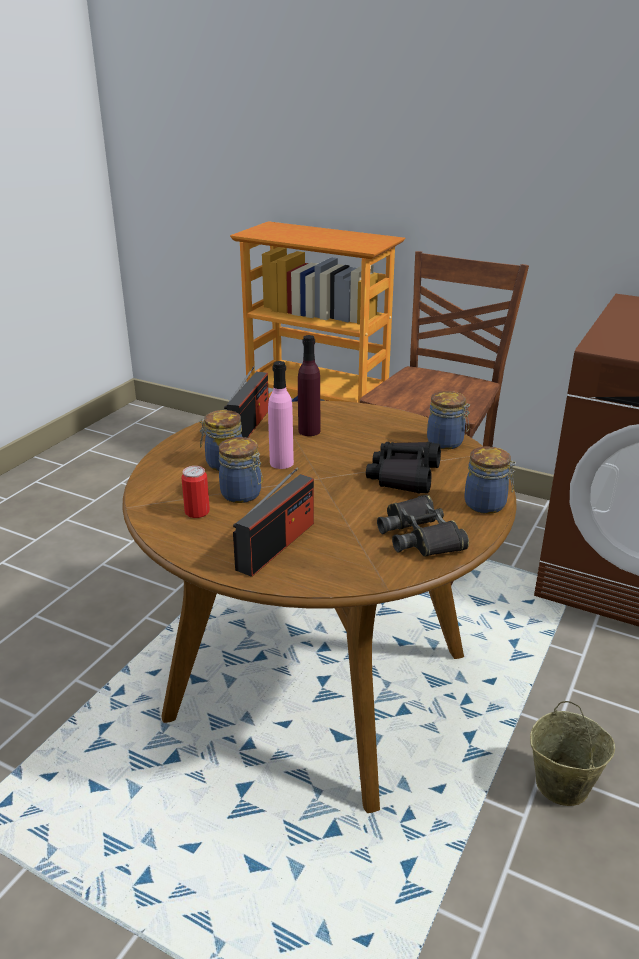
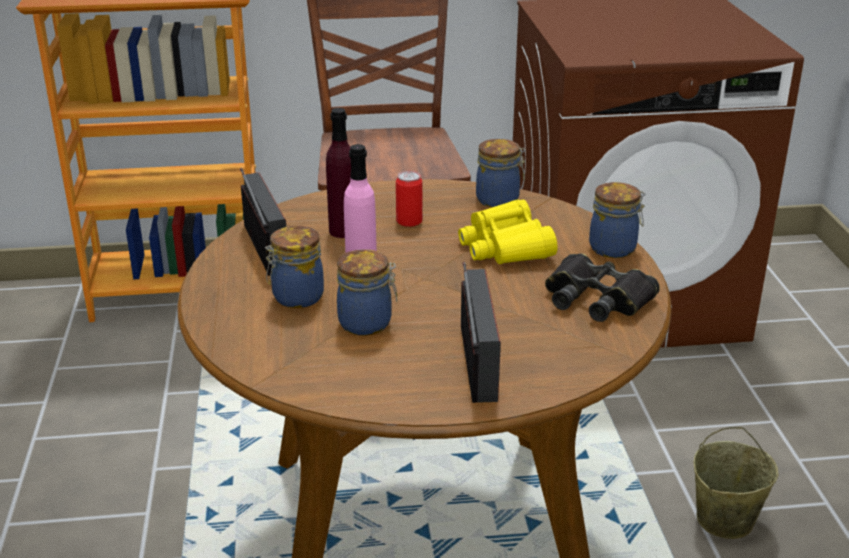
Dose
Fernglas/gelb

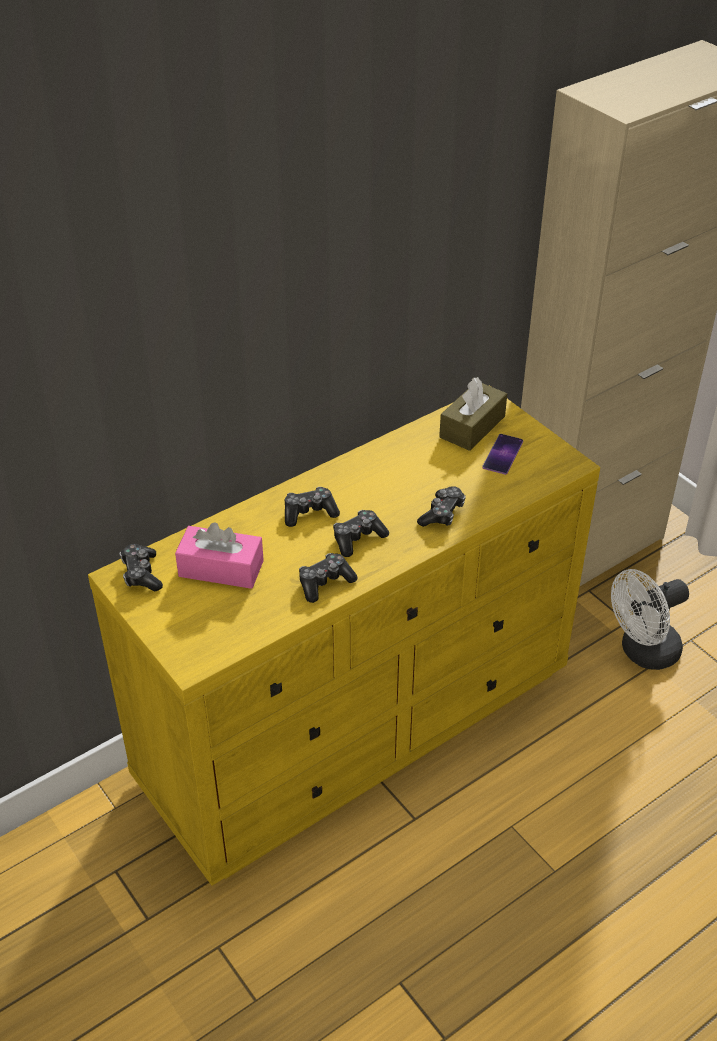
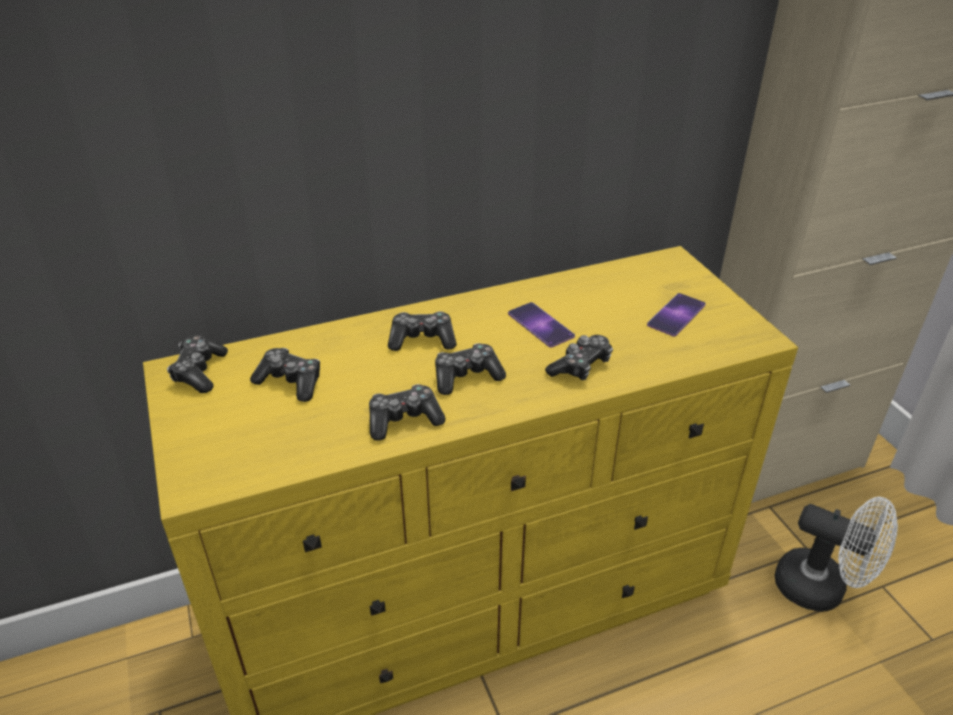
Gamepad (no. 2 from left)
Taschentuchbox/braun
Ventilator/weiß
Handy (no. 1 from left)

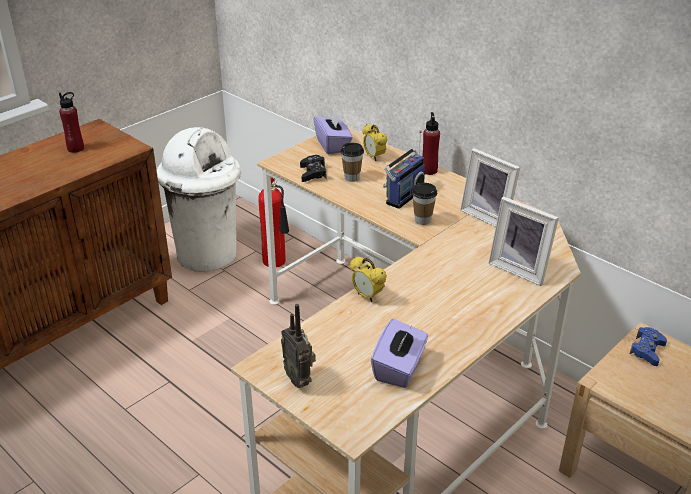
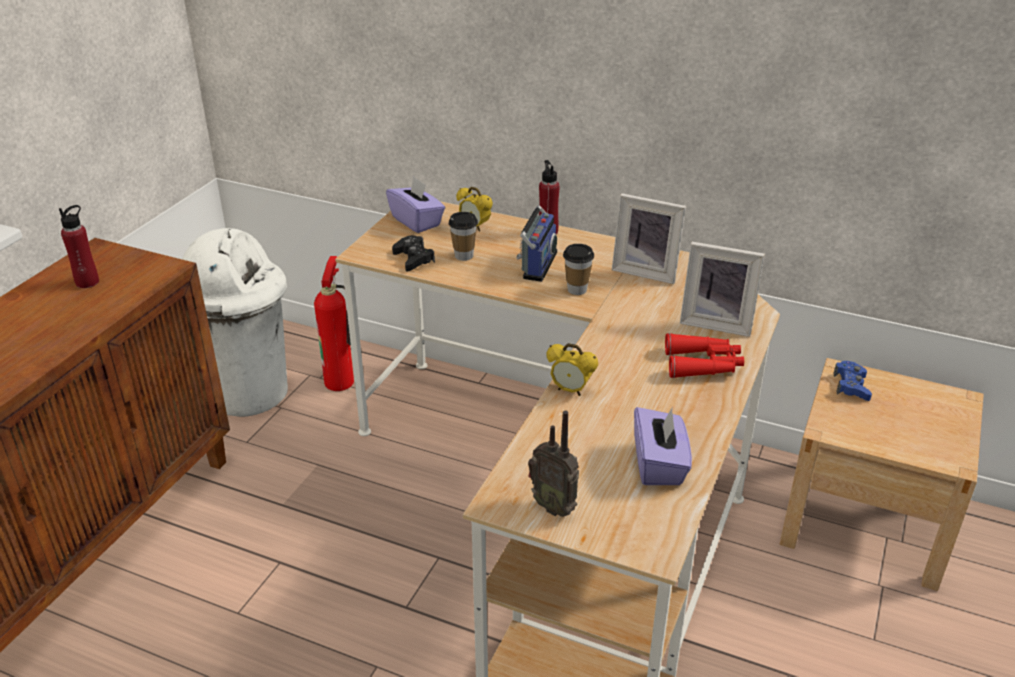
Fernglas/rot

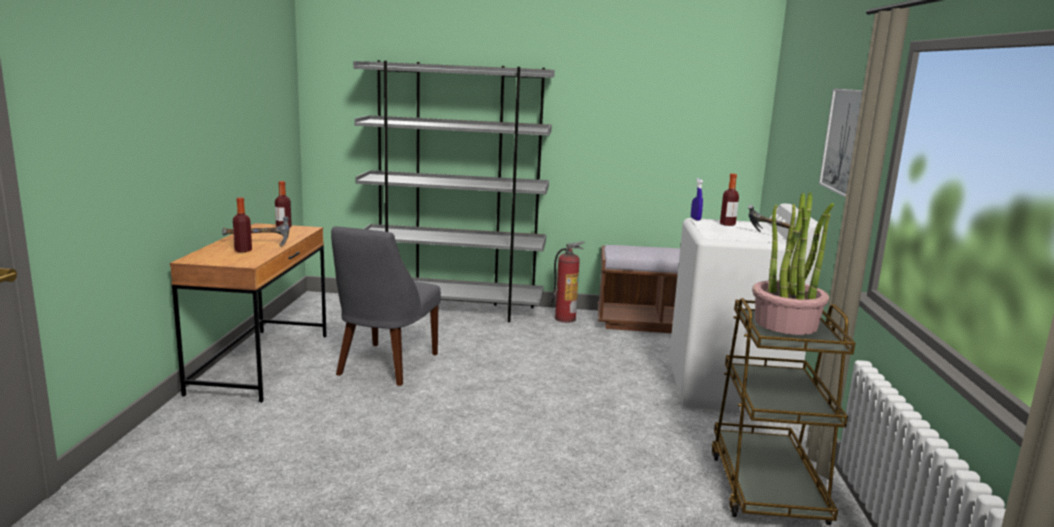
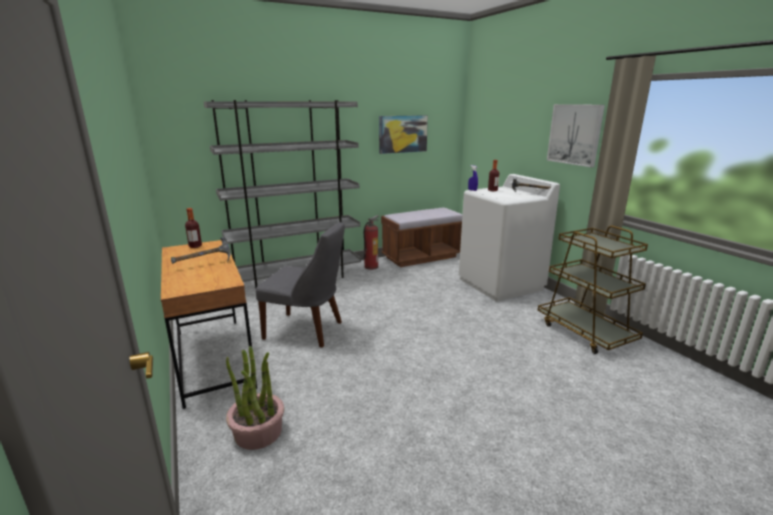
Flasche (no. 1 from left in the first image)
Stuhl/grau
Topfpflanze
Bild (no. 1 from left)

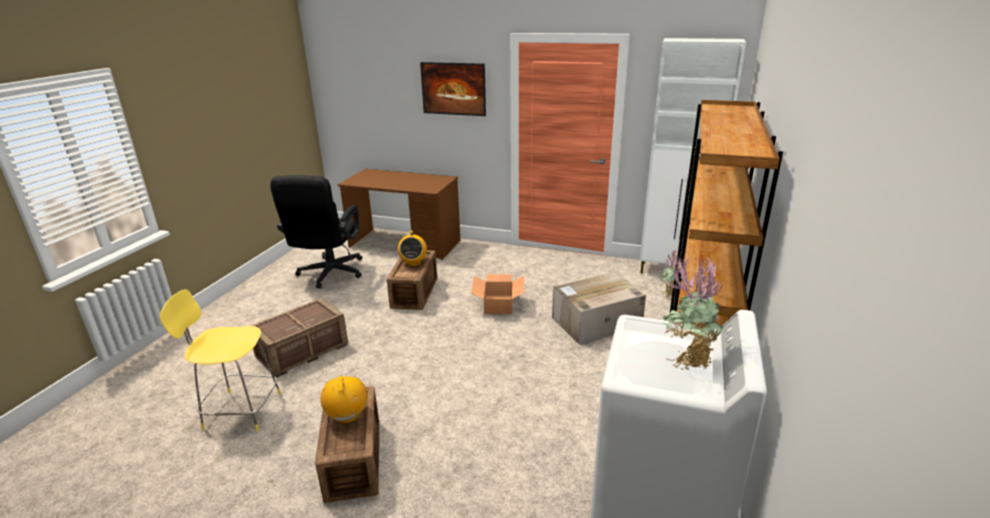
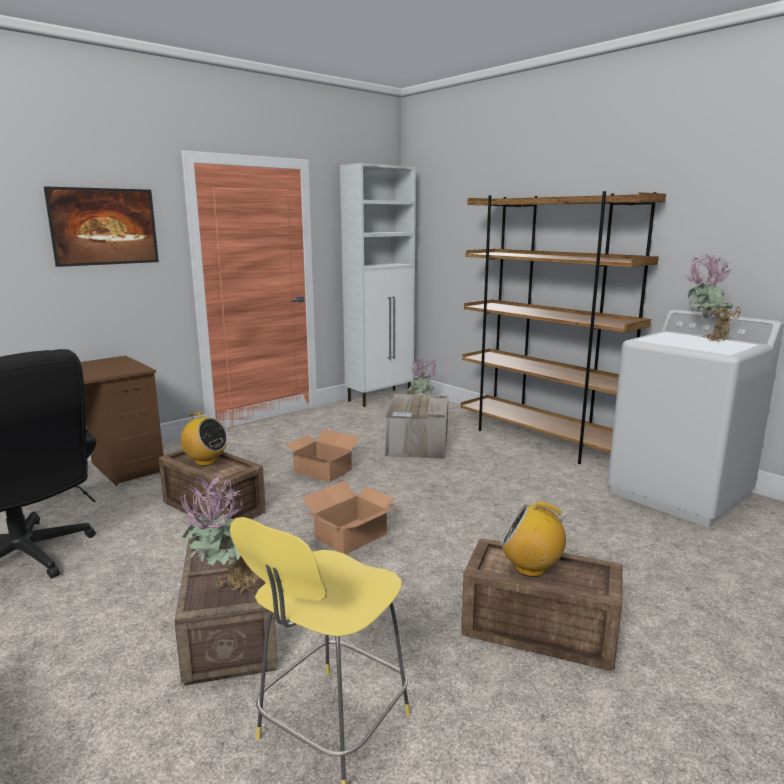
Topfpflanze (no. 1 from left)
Karton (no. 2 from left)

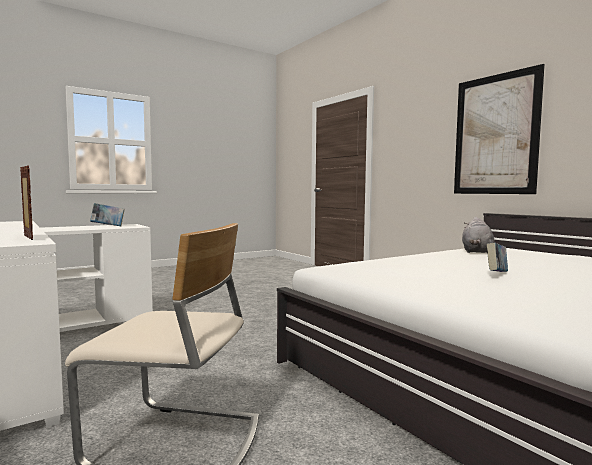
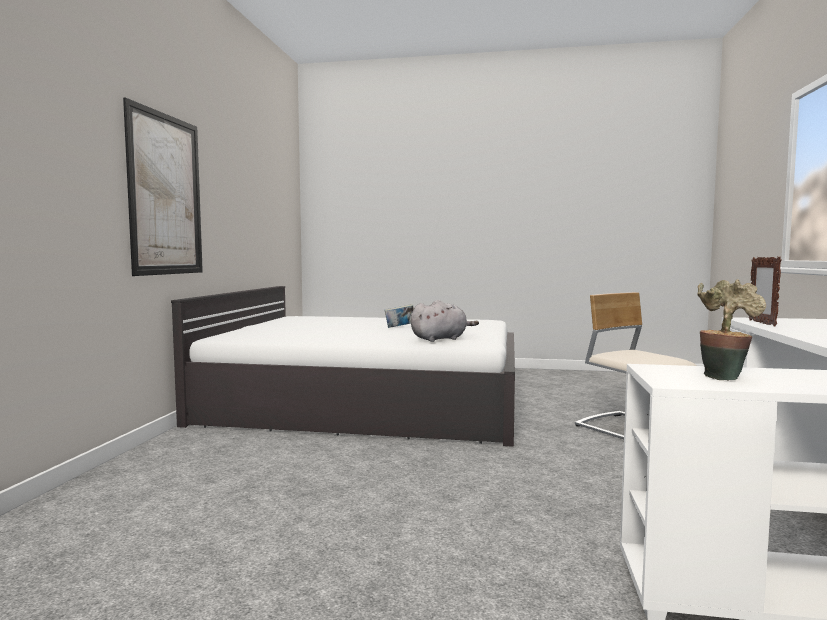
Topfpflanze
Plüschtier/grau

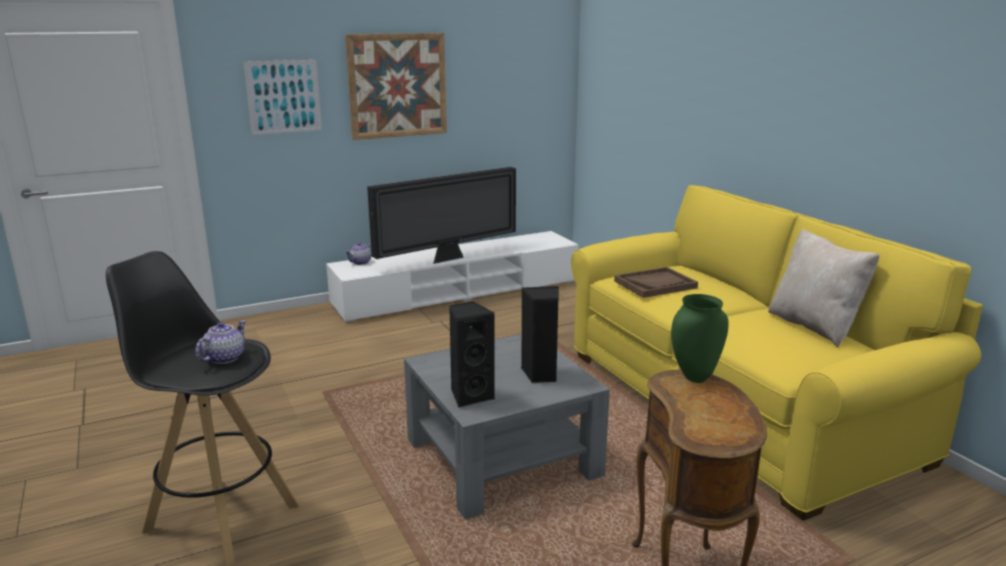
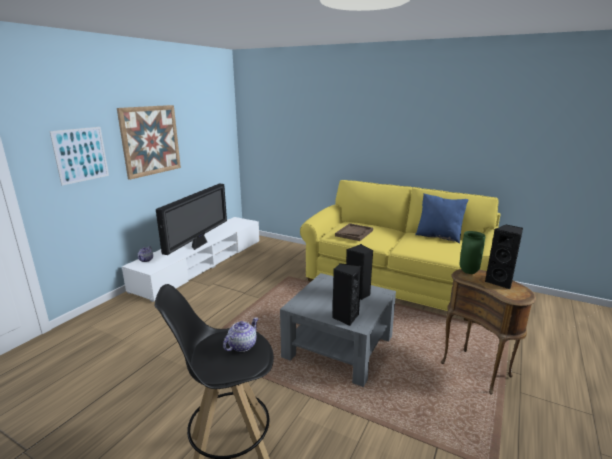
Teekanne (no. 2 from left)
Kissen/blau
Lautsprecher/schwarz (no. 3 from left)

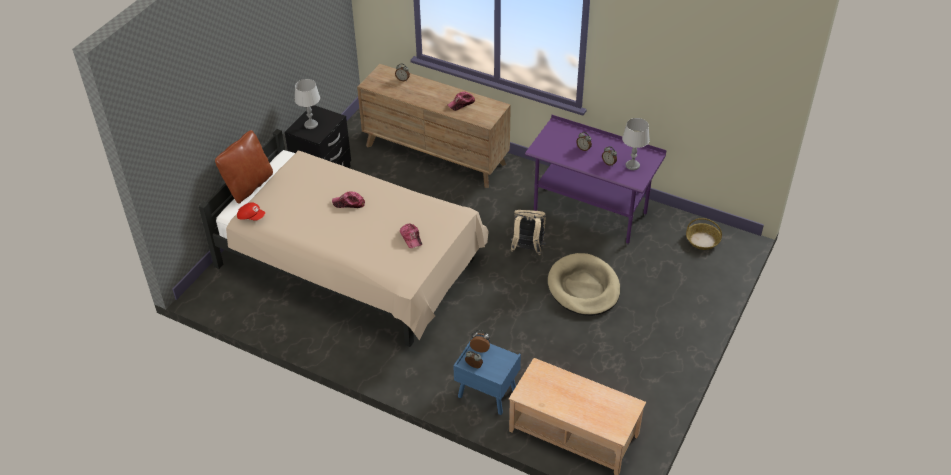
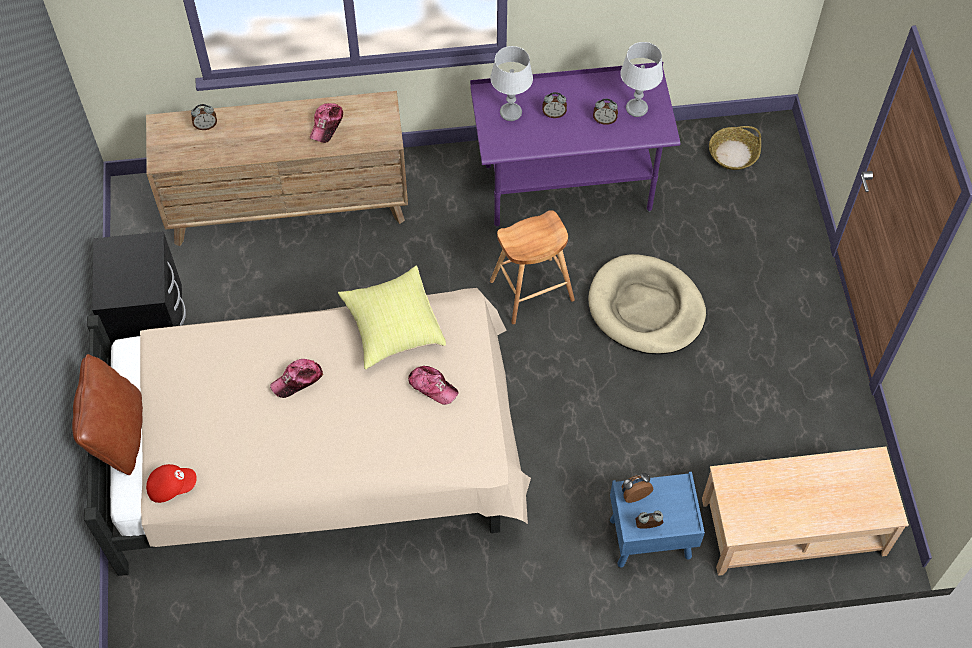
Tischlampe/grau (no. 1 from left)
Hocker/braun
Kissen/gelb

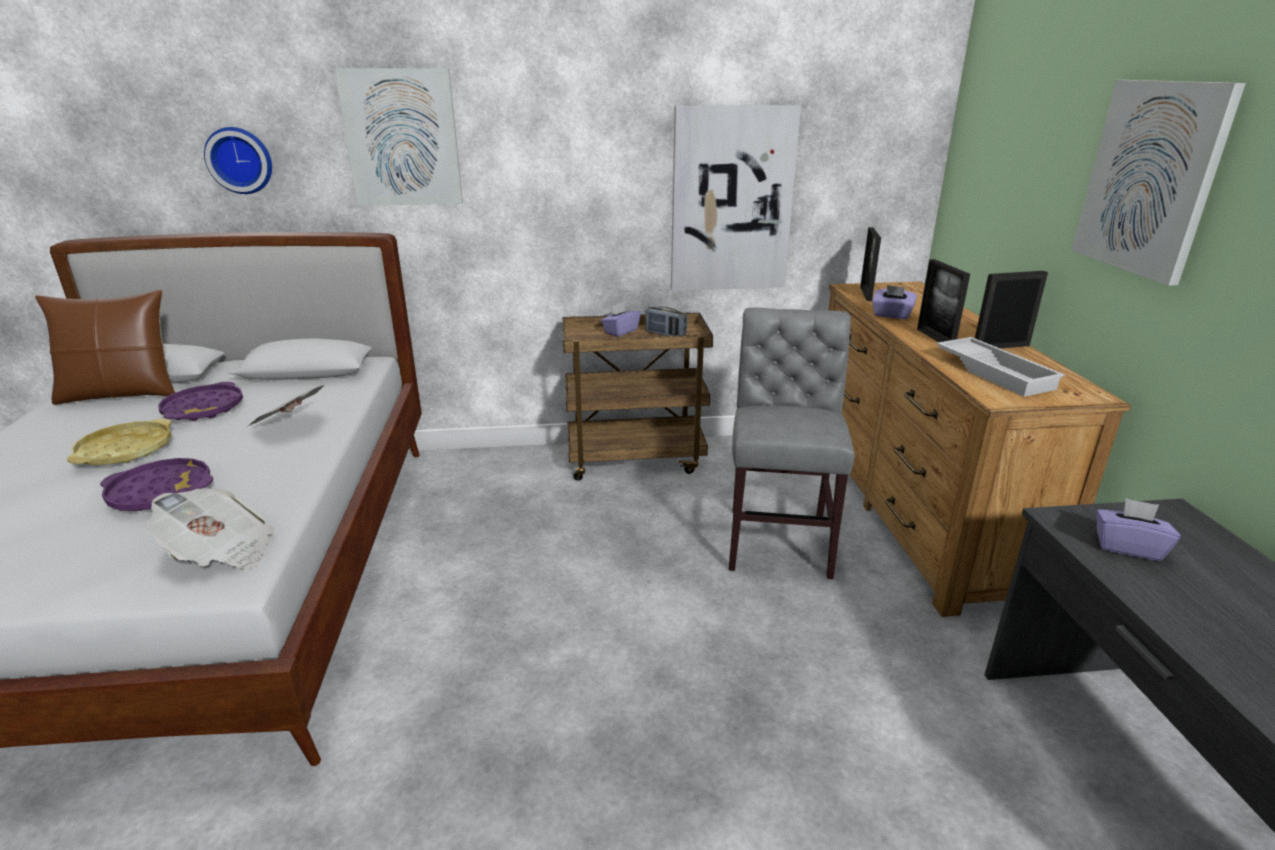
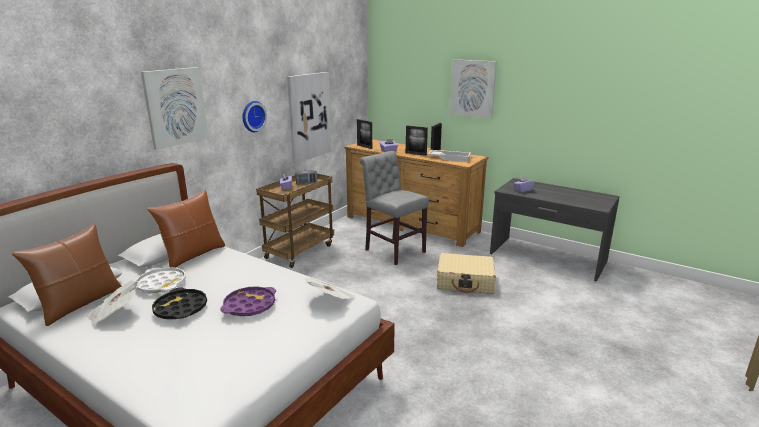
Tablett/schwarz
Tablett/weiß (no. 1 from left)
Wanduhr
Zeitung (no. 1 from left)
Kissen/braun (no. 2 from left)
Koffer/beige

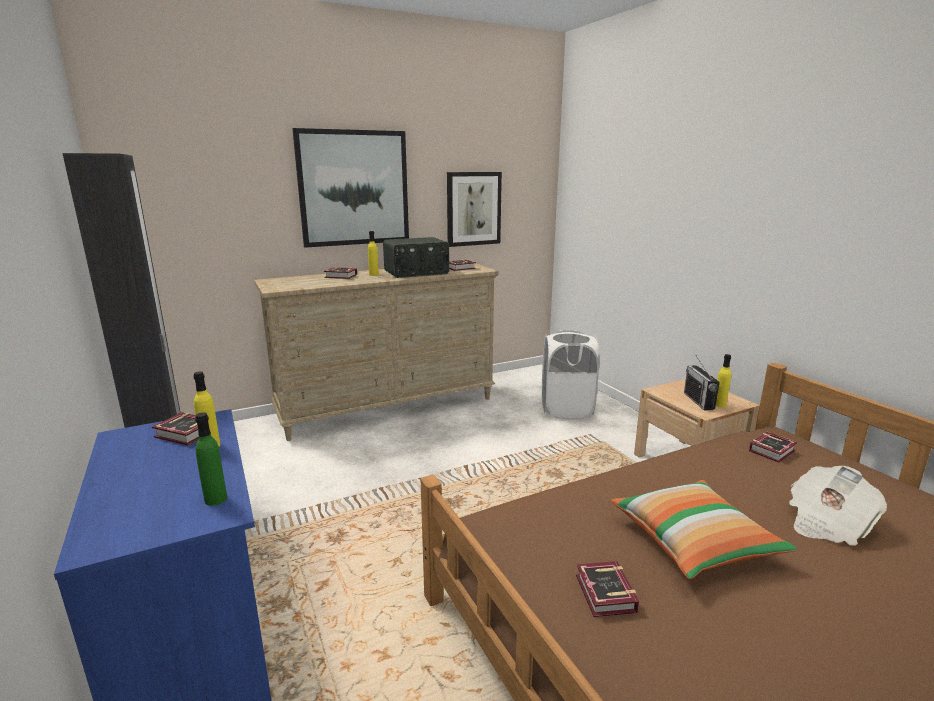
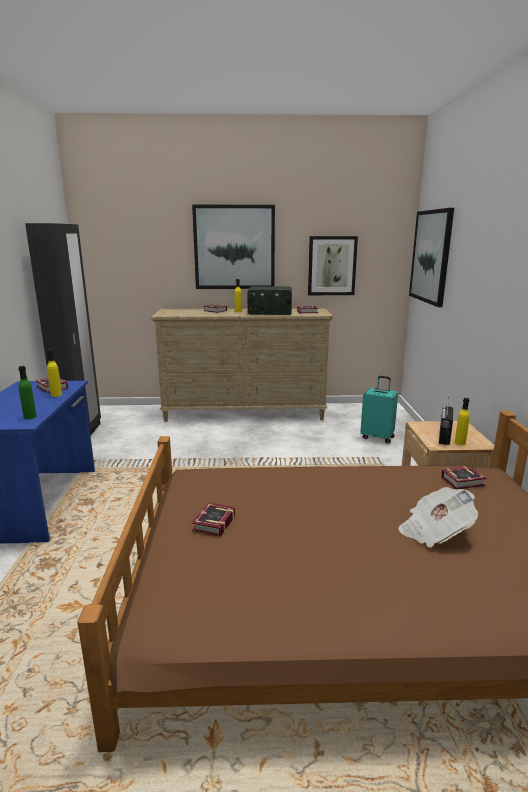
Koffer/türkis
Kissen
Bild (no. 3 from left)

